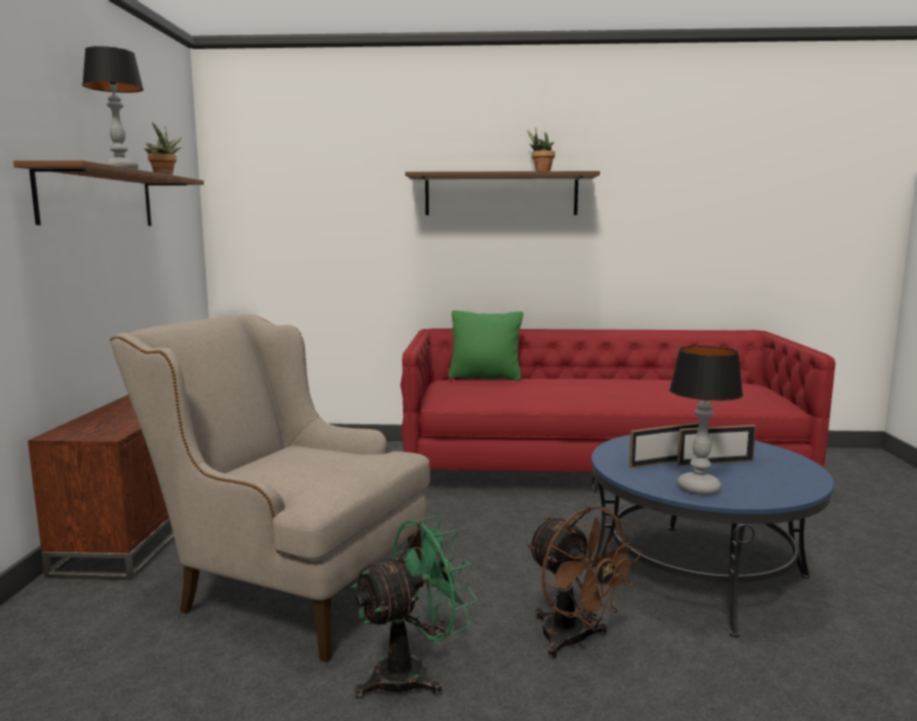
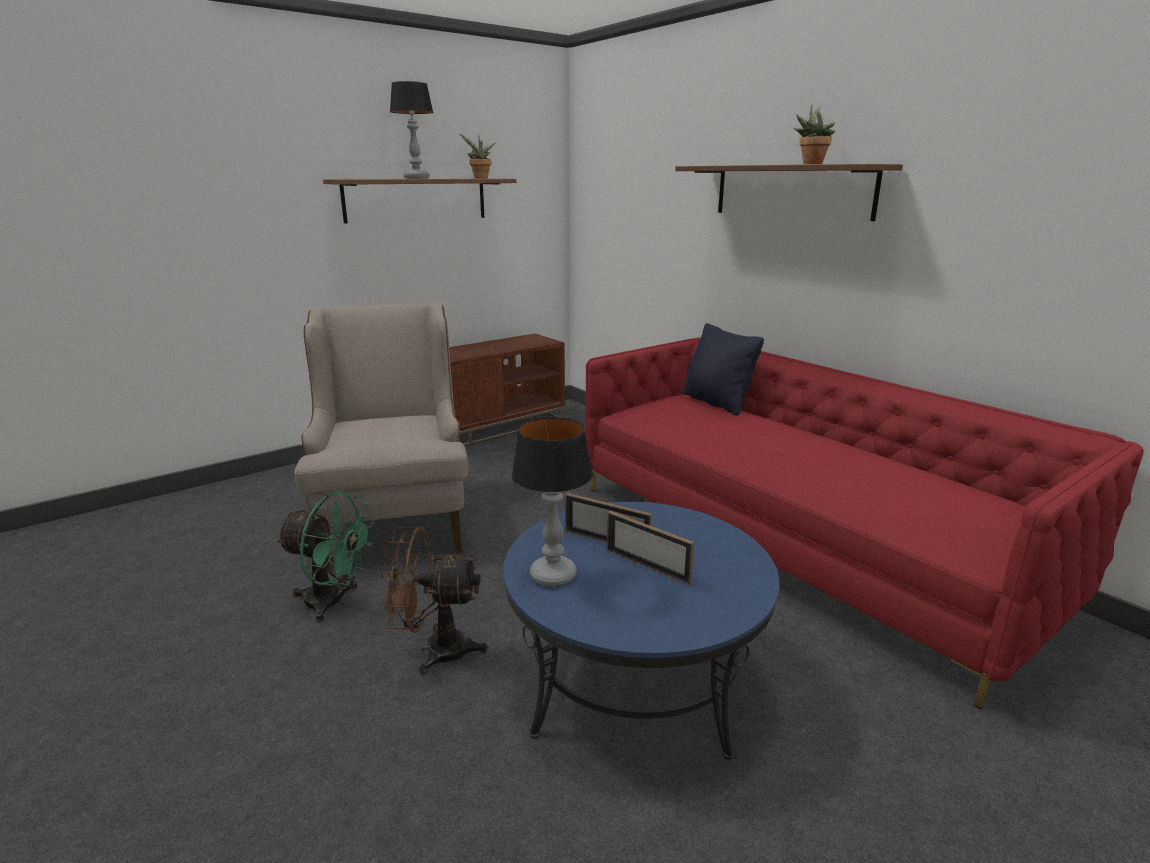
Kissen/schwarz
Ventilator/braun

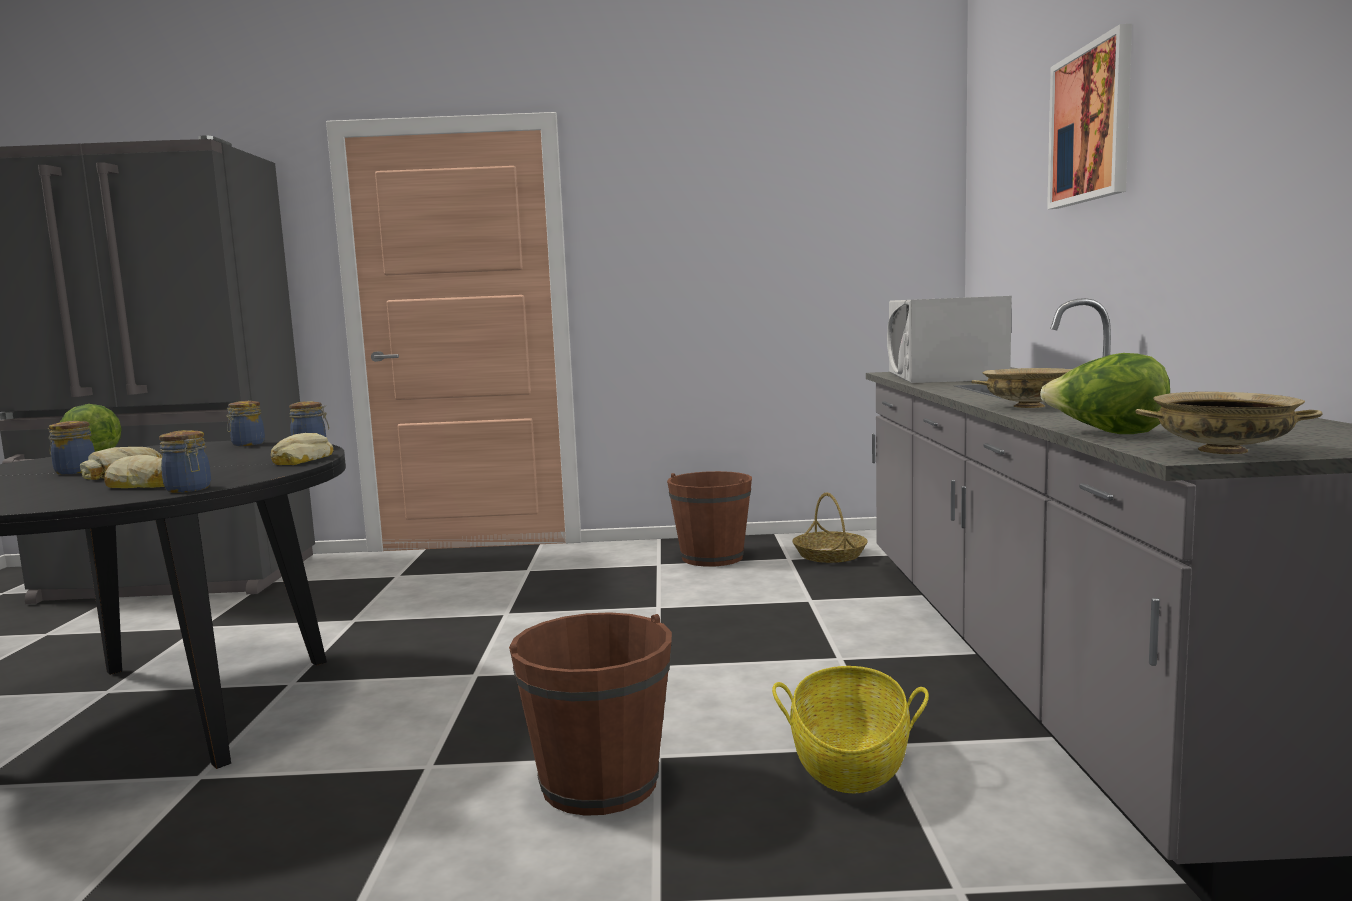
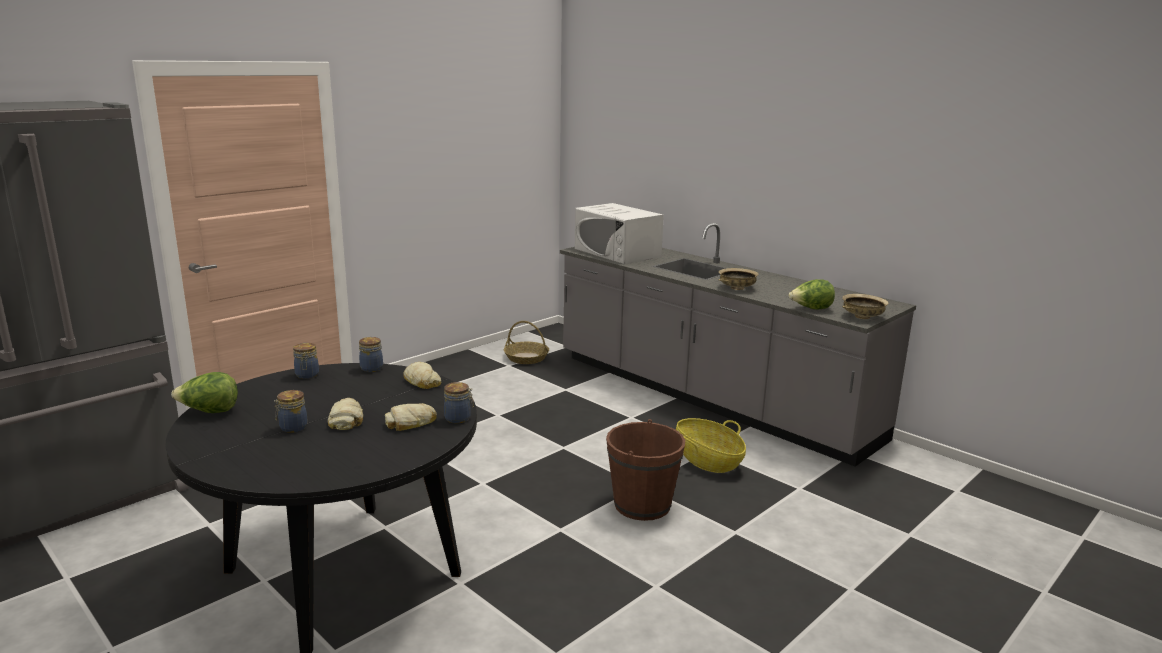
Eimer/braun (no. 2 from left in the first image)
Bild

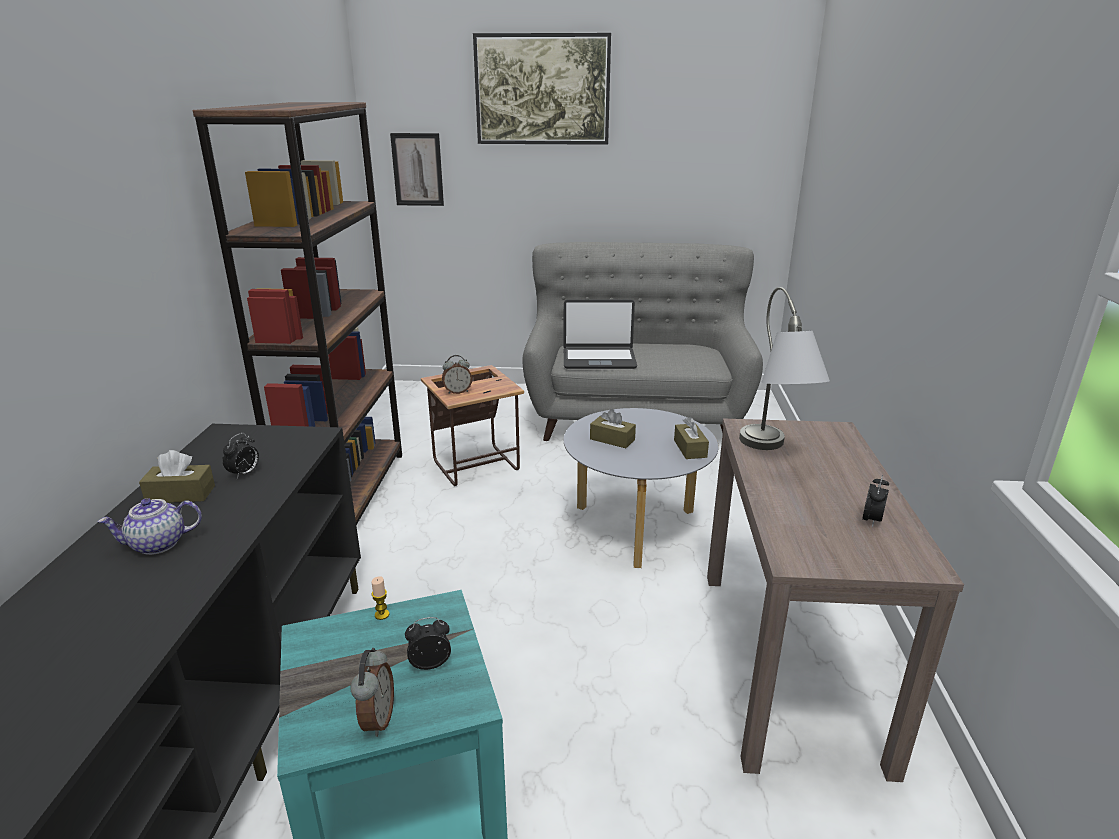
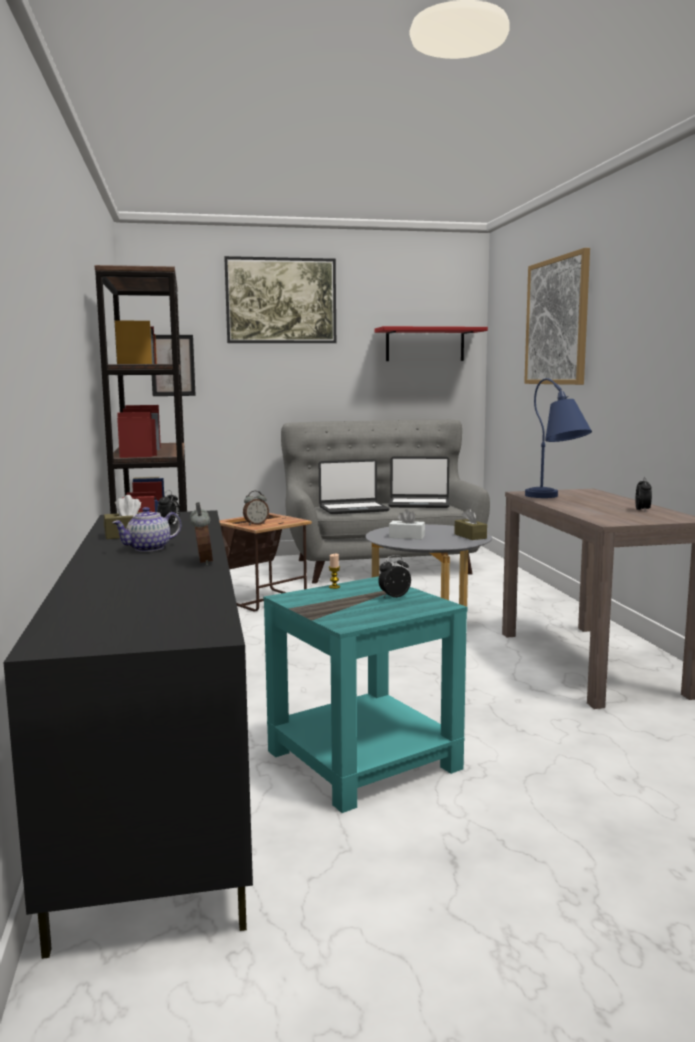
Wecker (no. 2 from left)
Taschentuchbox/weiß
Tischlampe/blau
Wandregal/rot
Laptop (no. 2 from left)
Bild (no. 3 from left)

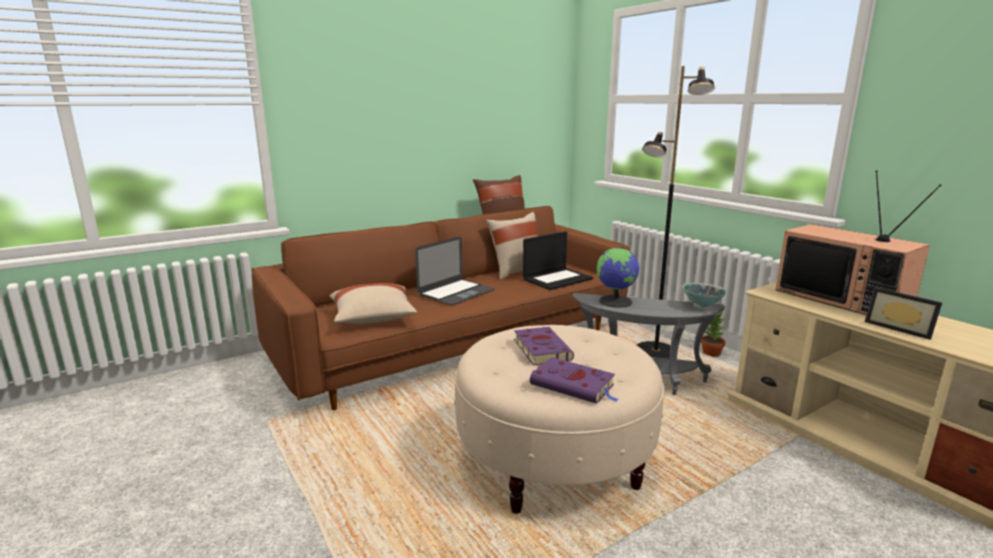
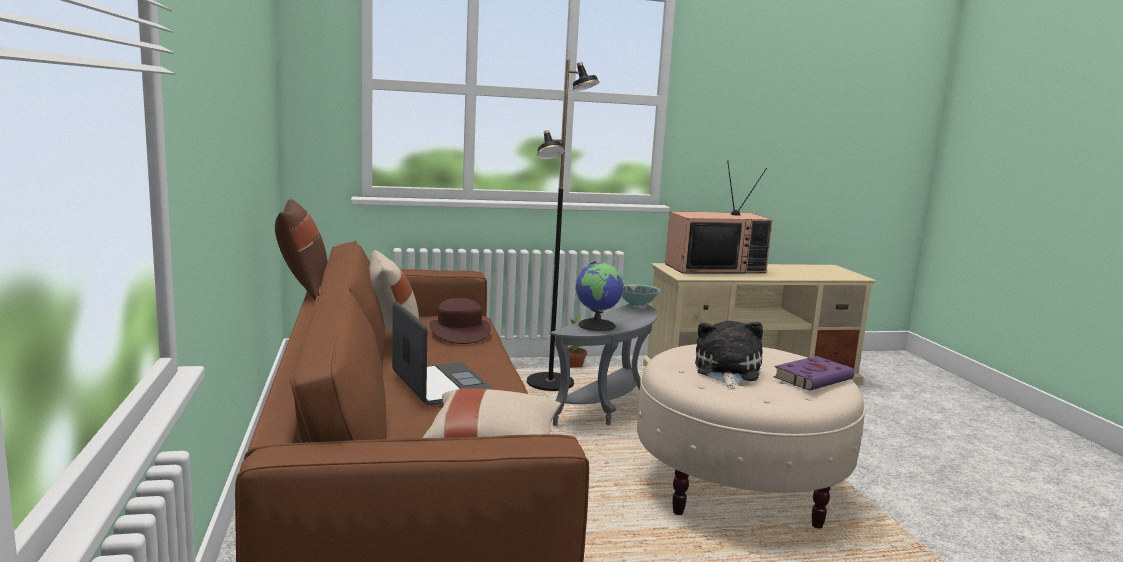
Plüschtier
Hut/braun
Bilderrahmen

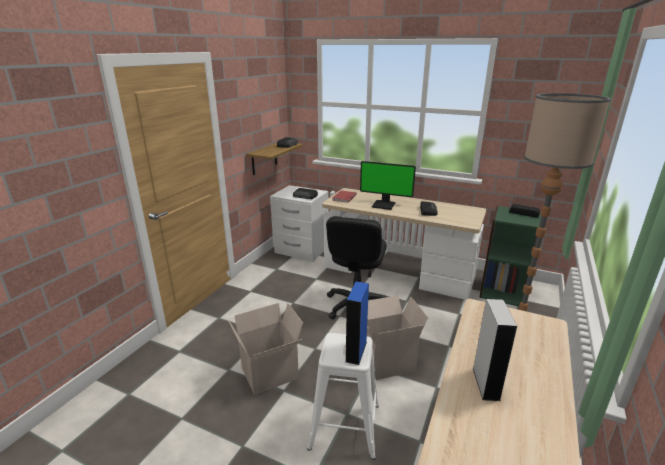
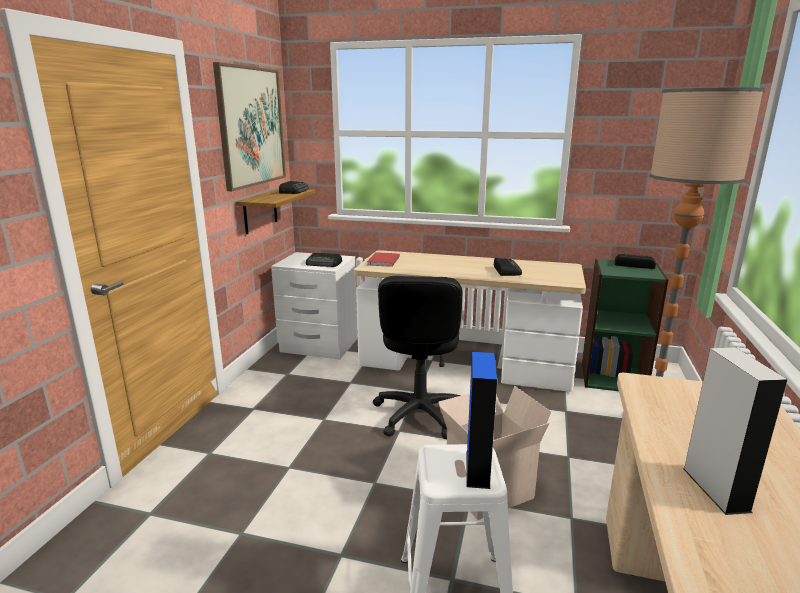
Karton (no. 1 from left in the first image)
Monitor
Bild

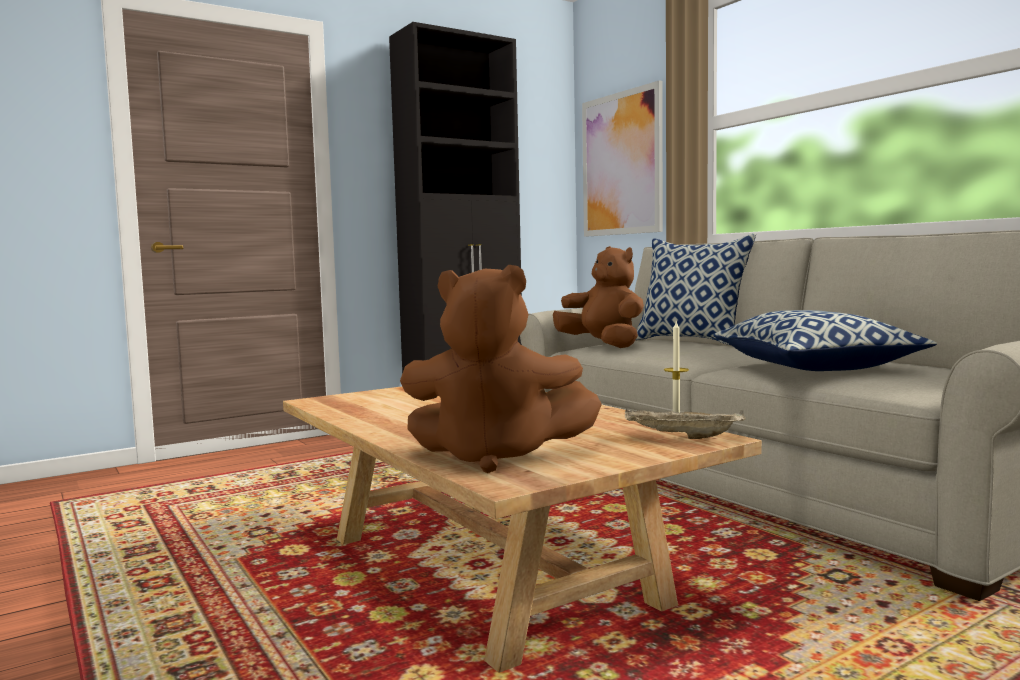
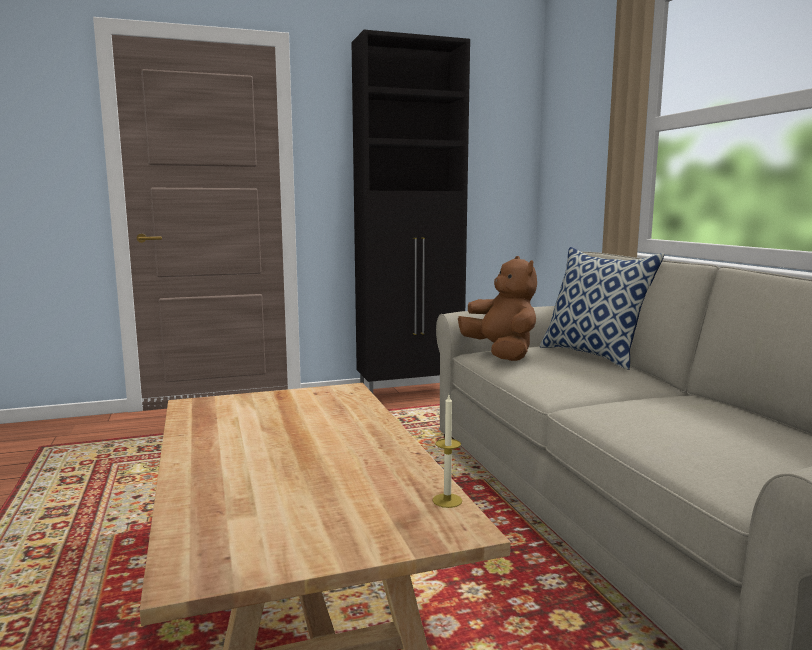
Plüschtier/braun (no. 1 from left in the first image)
Bild
Tablett/beige
Kissen (no. 2 from left in the first image)

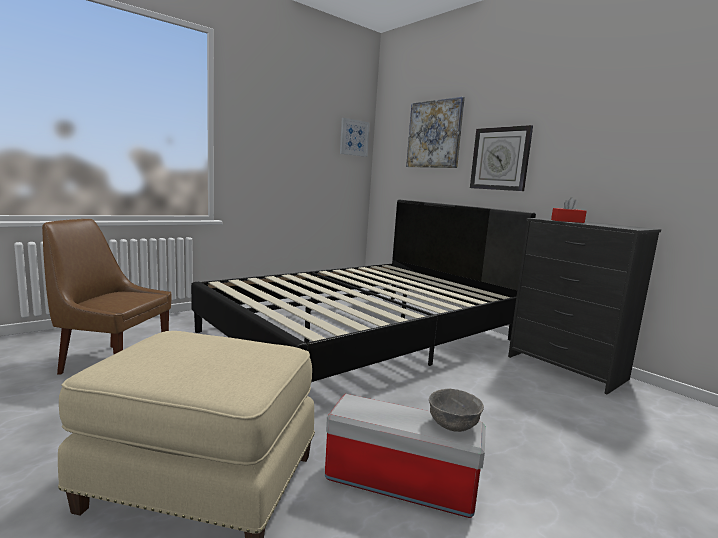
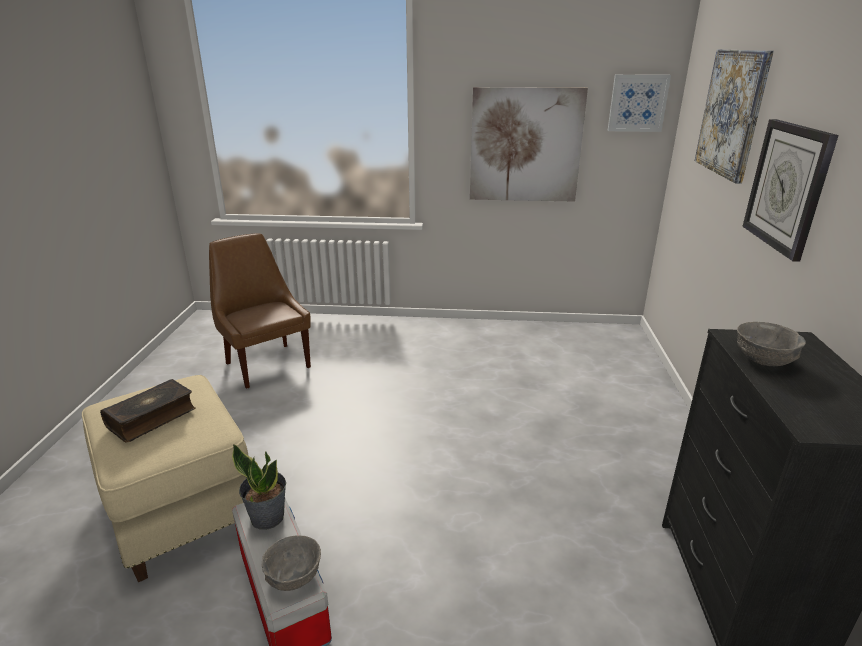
Bett/schwarz
Schüssel/grau (no. 2 from left)
Buch
Topfpflanze
Bild (no. 1 from left)

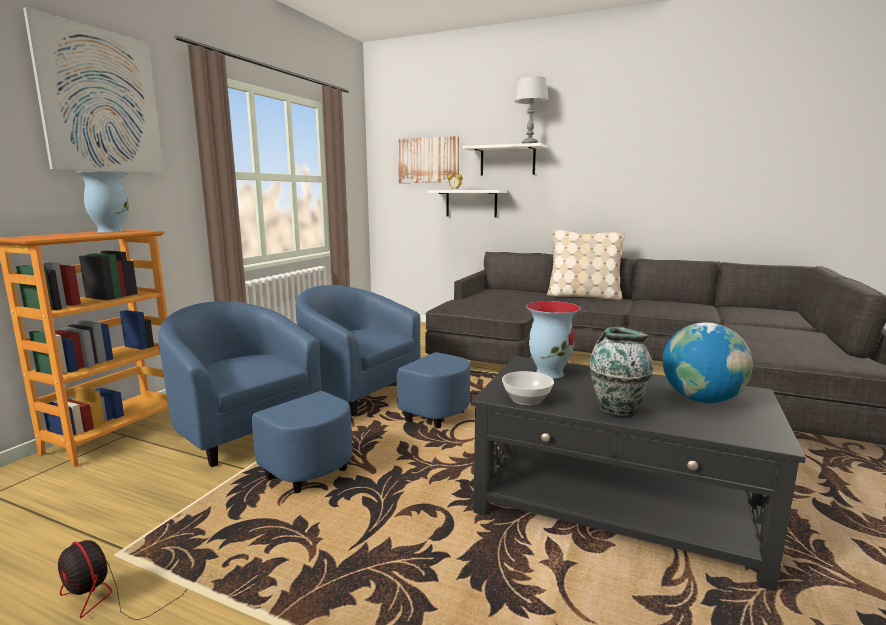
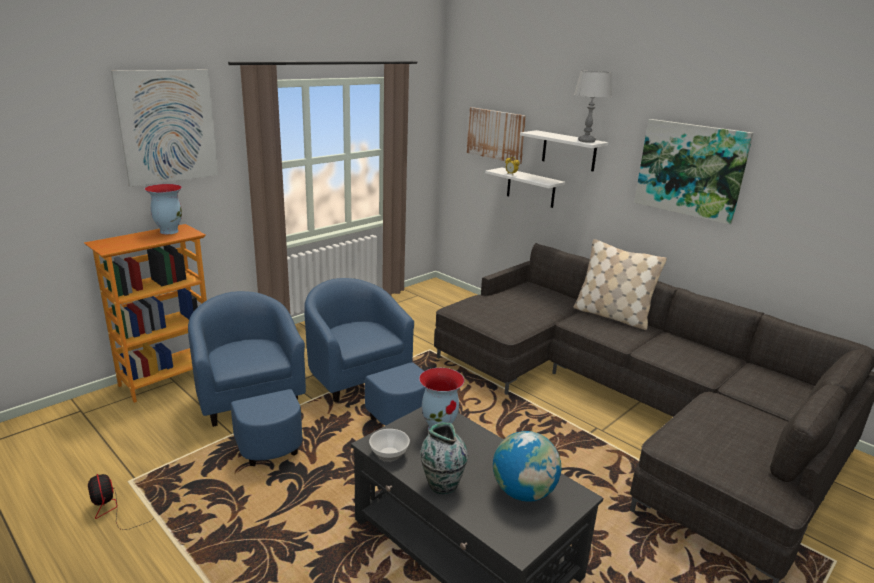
Bild (no. 3 from left)

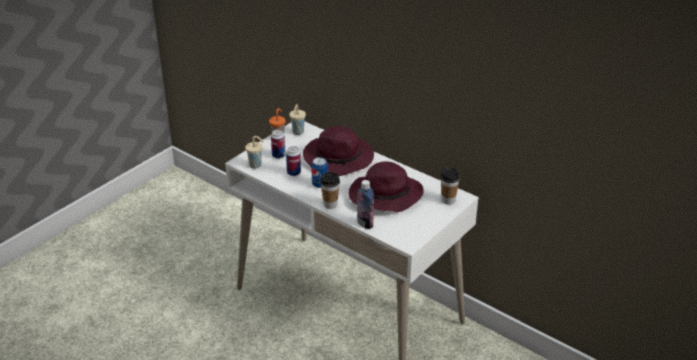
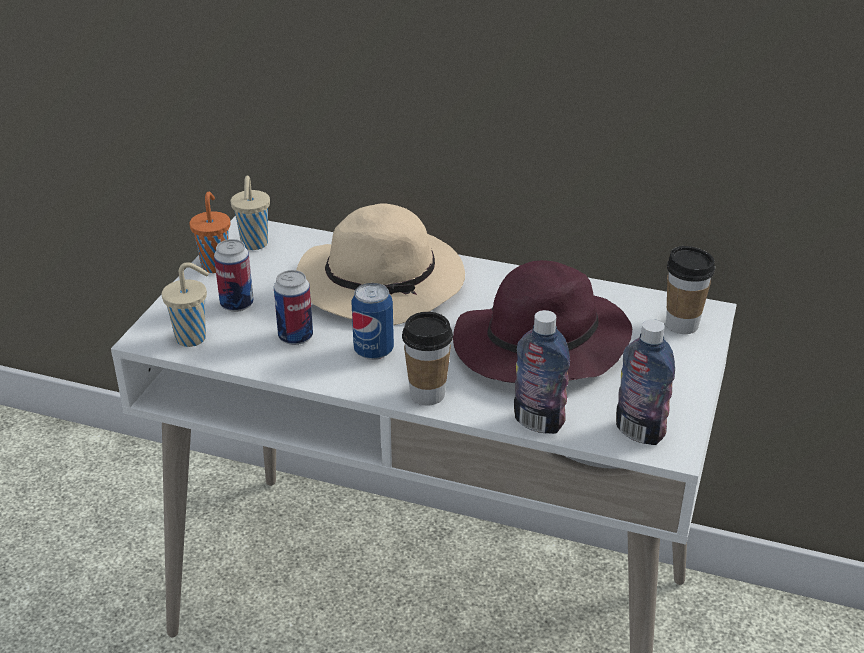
Hut/beige
Flasche (no. 2 from left)

